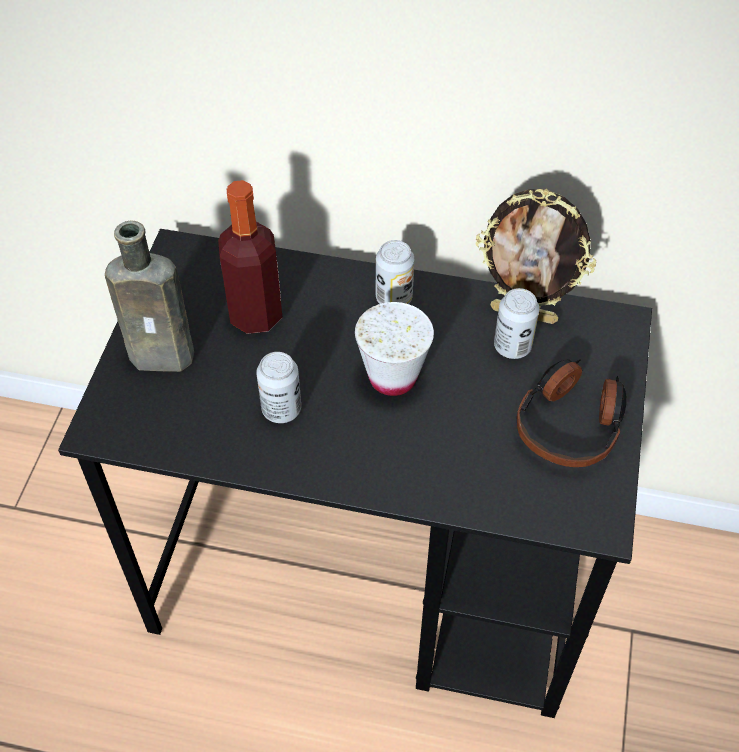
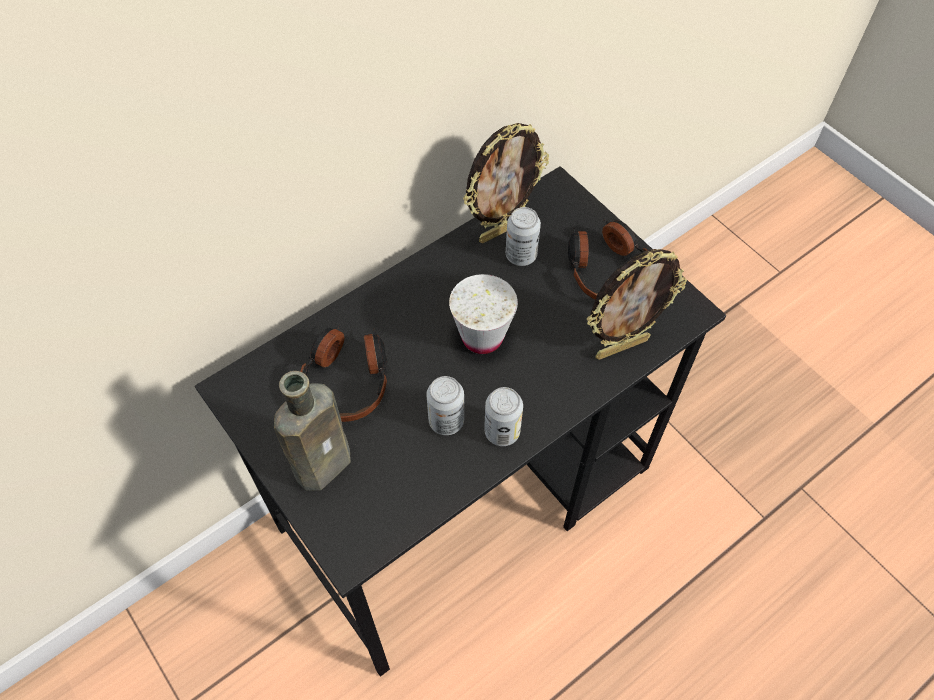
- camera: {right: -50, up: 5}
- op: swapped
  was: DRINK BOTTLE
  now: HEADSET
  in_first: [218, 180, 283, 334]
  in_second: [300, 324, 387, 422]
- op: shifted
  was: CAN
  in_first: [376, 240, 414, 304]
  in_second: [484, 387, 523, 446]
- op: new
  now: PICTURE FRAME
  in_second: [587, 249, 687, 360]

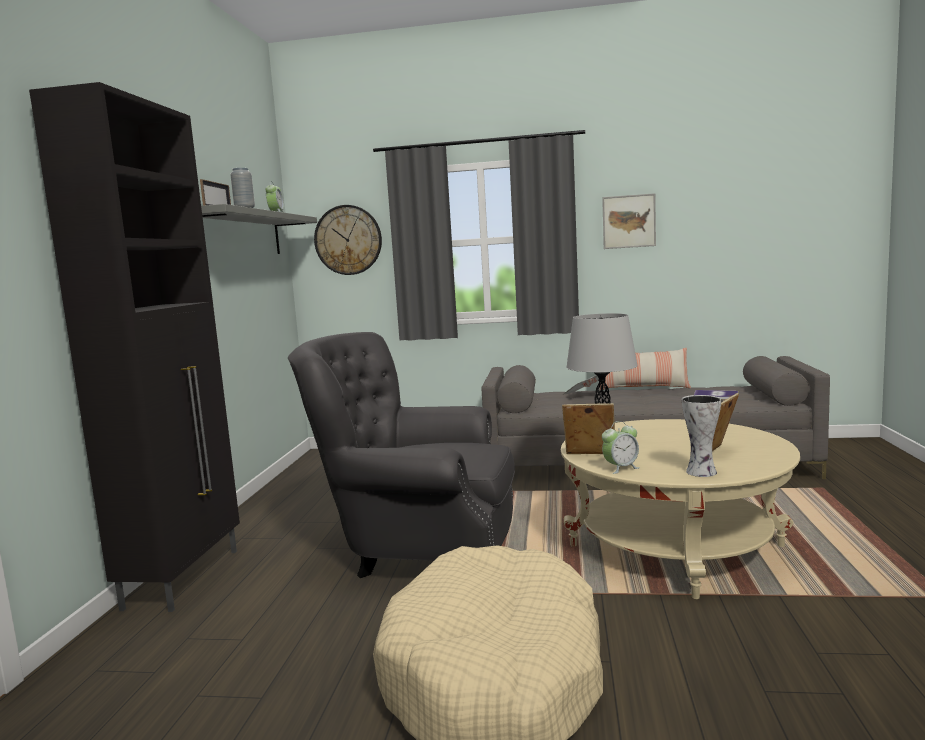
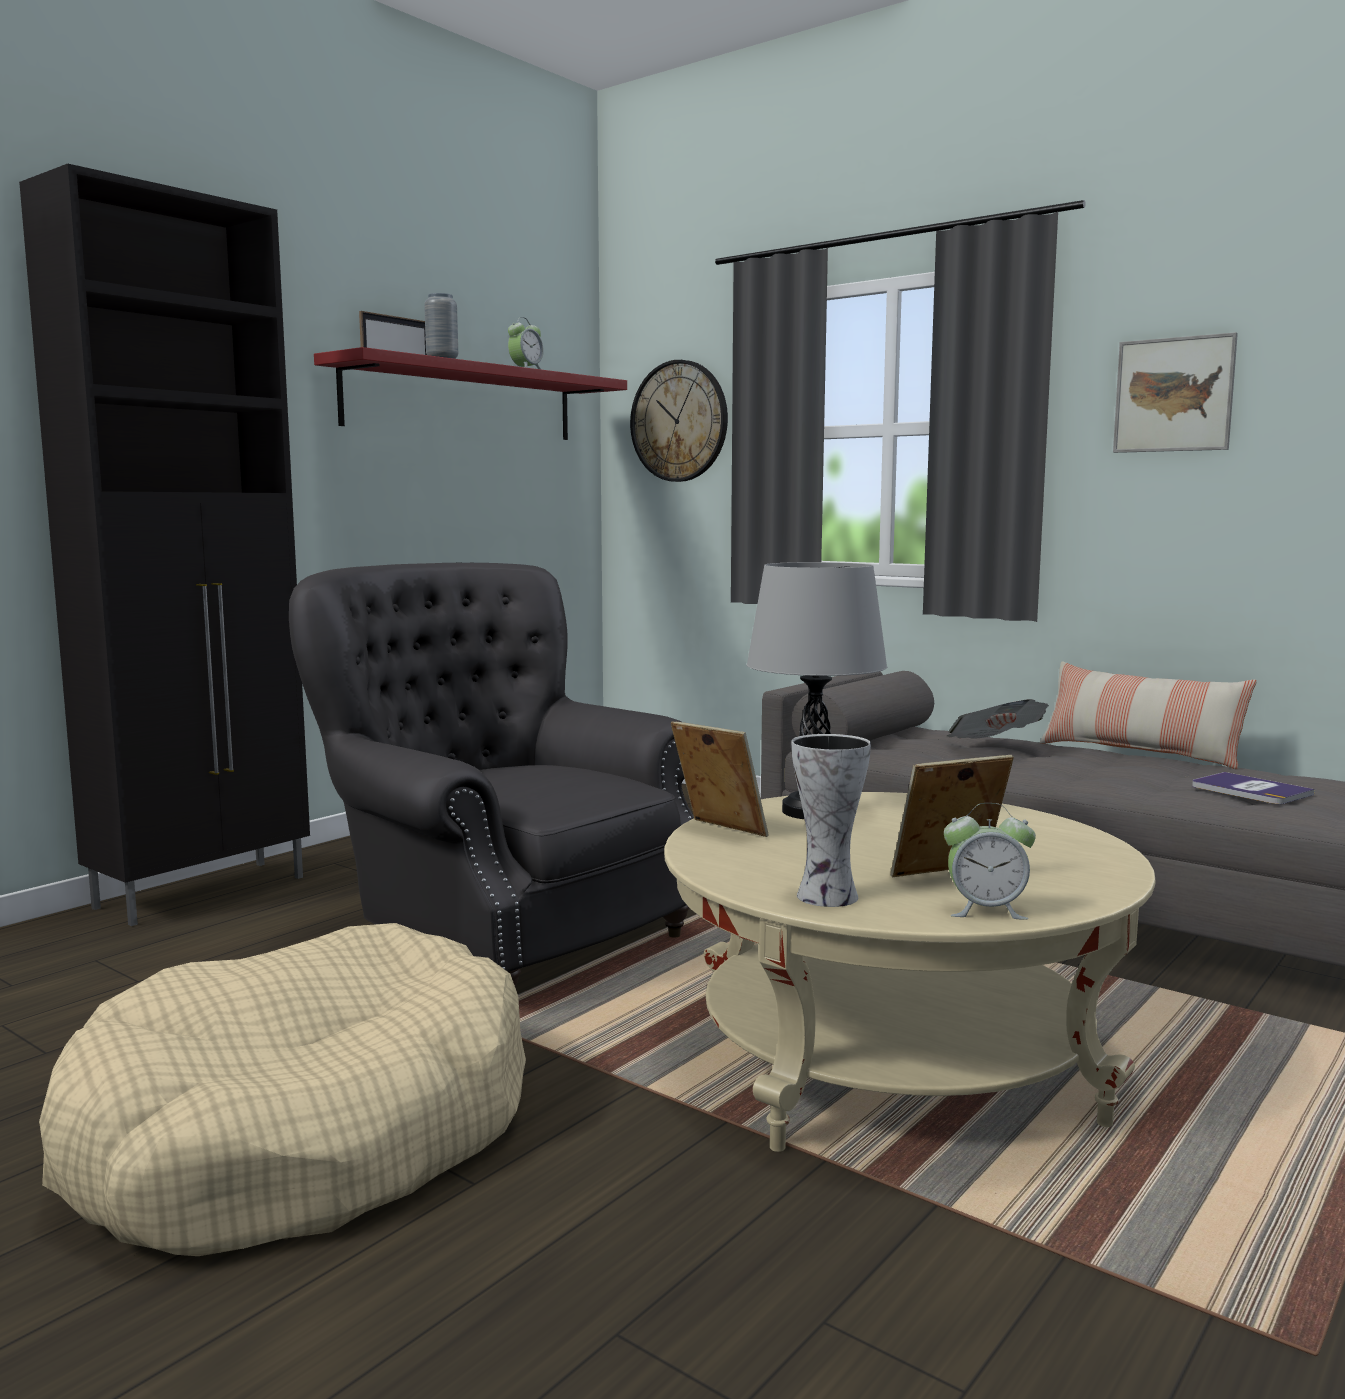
- camera: {right: 30, up: 0}
- op: repainted
  was: GRAY SHELF
  now: RED-COLOURED SHELF
  in_first: [201, 204, 317, 254]
  in_second: [314, 347, 627, 440]
- op: shifted
  was: ALARM CLOCK
  in_first: [602, 421, 640, 474]
  in_second: [944, 803, 1036, 920]

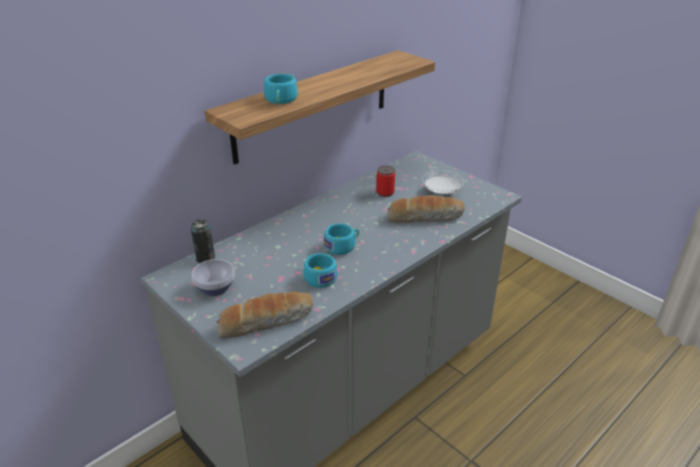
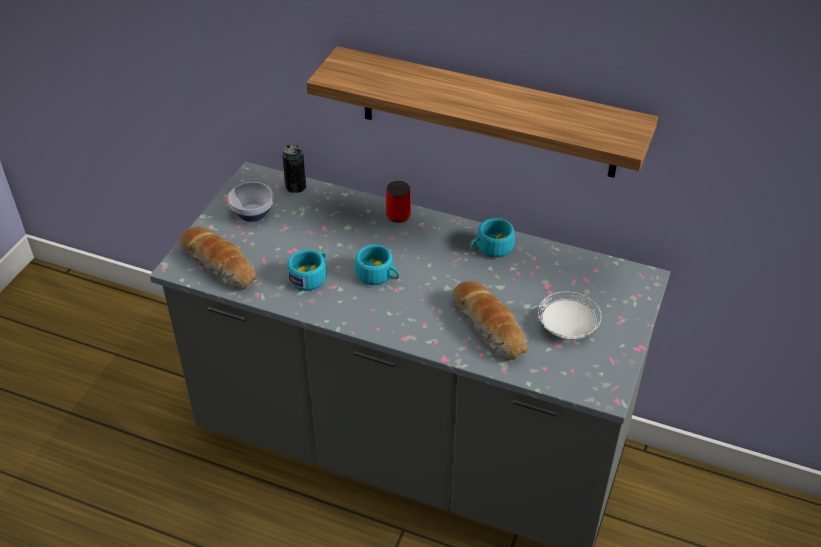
- camera: {right: 65, up: 10}
- op: shifted
  was: TURQUOISE-COLOURED SMALL CUP
  in_first: [264, 74, 298, 104]
  in_second: [470, 218, 515, 258]
- op: shifted
  was: CAN
  in_first: [377, 166, 395, 197]
  in_second: [386, 181, 411, 223]

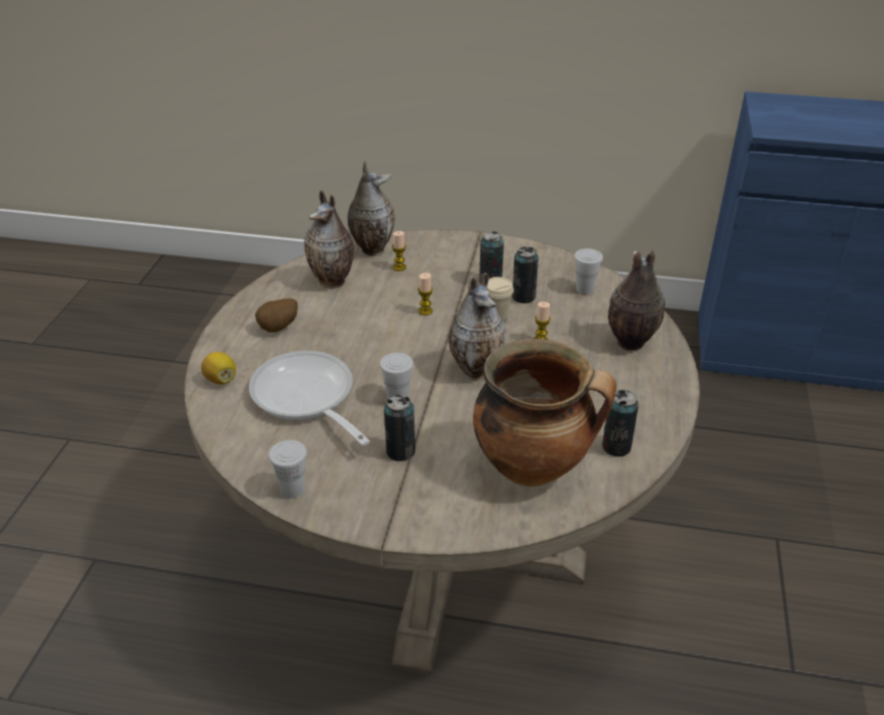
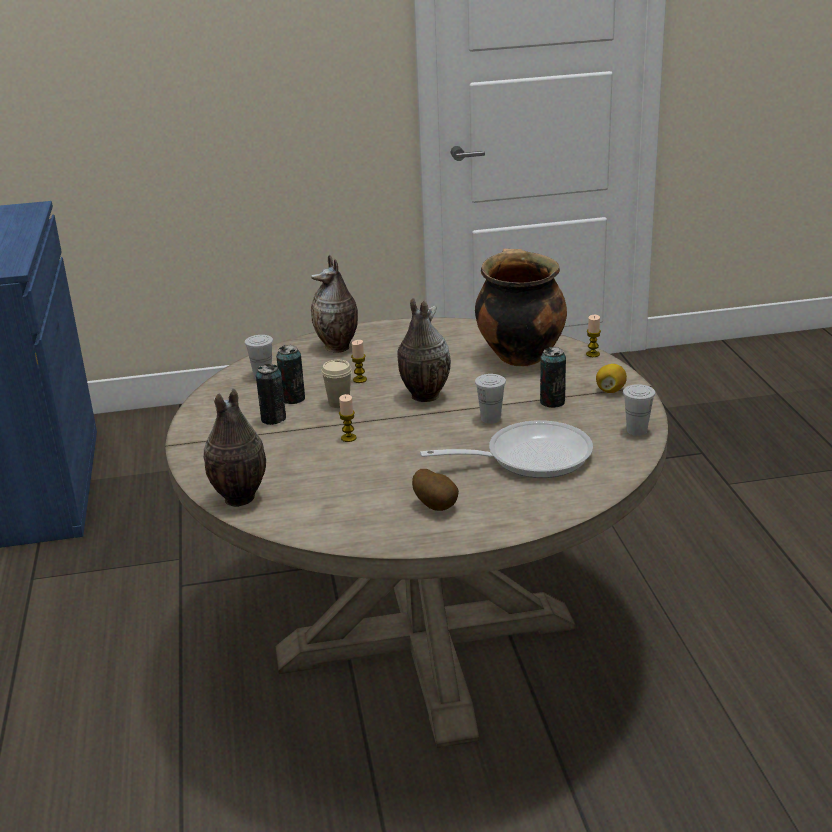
- camera: {right: -110, up: -10}
- op: gone
  was: VASE
  in_first: [304, 190, 354, 288]
- op: shifted
  was: CANDLE
  in_first: [392, 231, 406, 271]
  in_second: [586, 315, 601, 357]
- op: rotated
  was: PAN
  in_first: [249, 351, 370, 446]
  in_second: [420, 420, 593, 478]
  clockwise: -135
- op: shifted
  was: WHOLE LEMON
  in_first: [201, 352, 236, 384]
  in_second: [596, 364, 627, 393]
- op: gone
  was: CAN
  in_first: [602, 390, 639, 457]

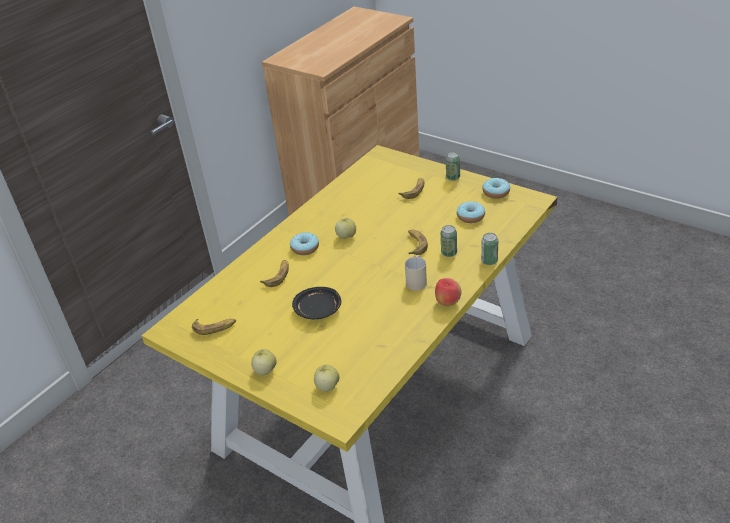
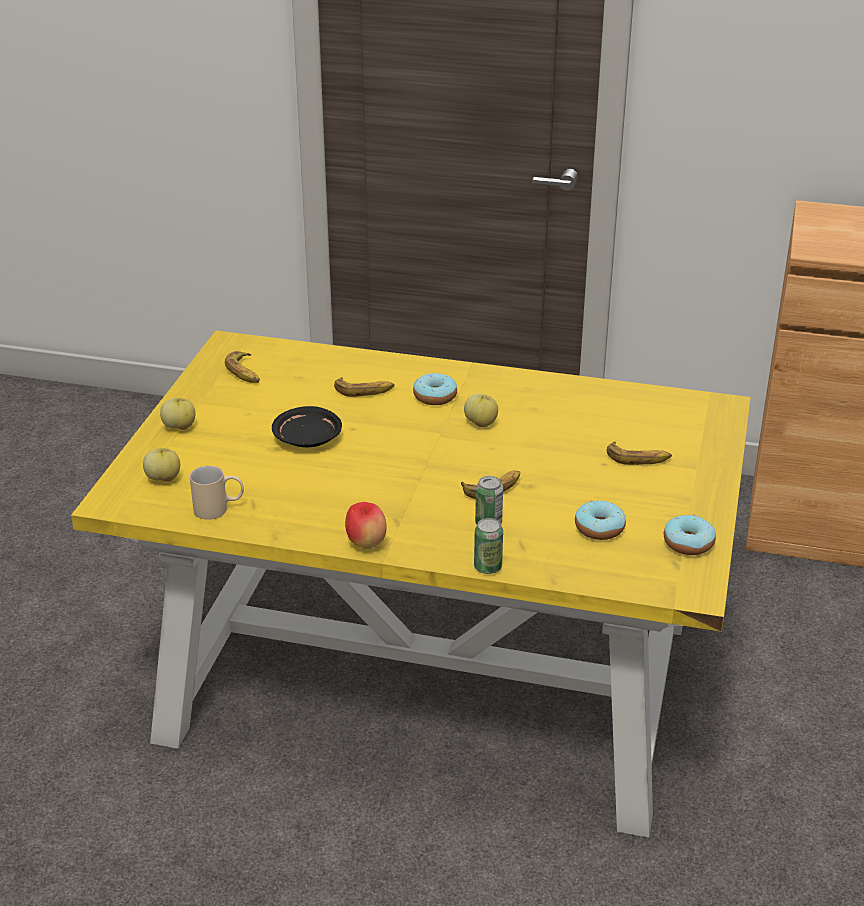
- camera: {right: 65, up: -5}
- op: gone
  was: CAN
  in_first: [446, 152, 460, 181]
- op: shifted
  was: SAND-COLOURED MUG
  in_first: [405, 255, 427, 291]
  in_second: [190, 466, 244, 520]

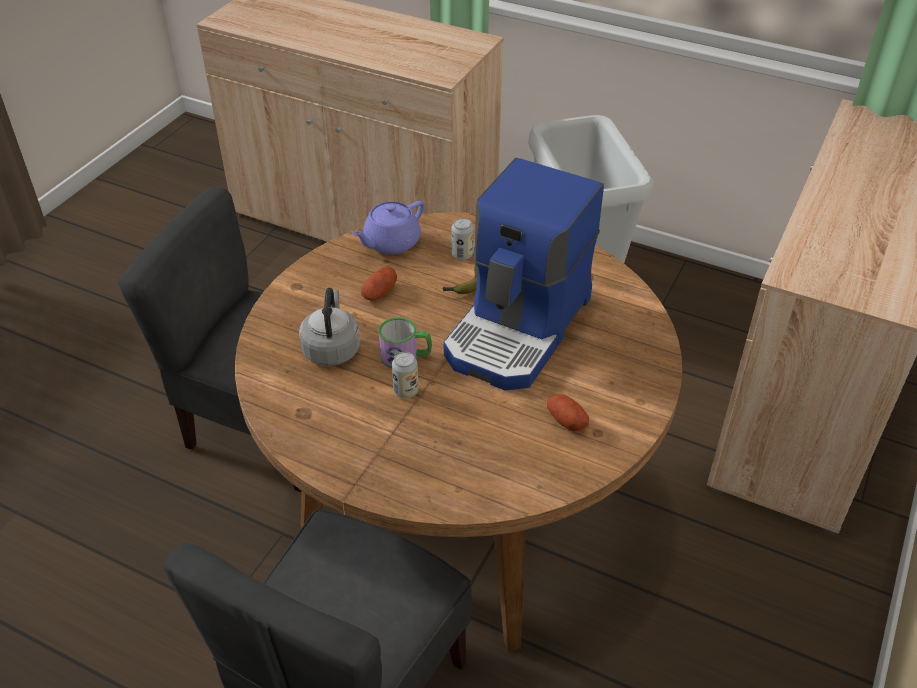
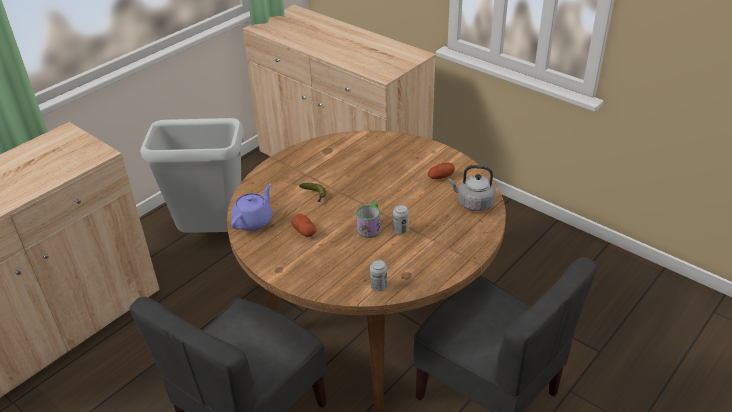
- camera: {right: -75, up: -5}
- op: gone
  was: COFFEE MAKER
  in_first: [444, 158, 604, 390]
- op: rotated
  was: PURPLISH TEAPOT
  in_first: [352, 201, 424, 254]
  in_second: [231, 183, 273, 231]
  clockwise: -120
- op: shifted
  was: CAN
  in_first: [451, 218, 473, 260]
  in_second: [370, 259, 387, 292]
- op: shifted
  was: GRAY KETTLE
  in_first: [299, 288, 360, 366]
  in_second: [449, 165, 496, 211]

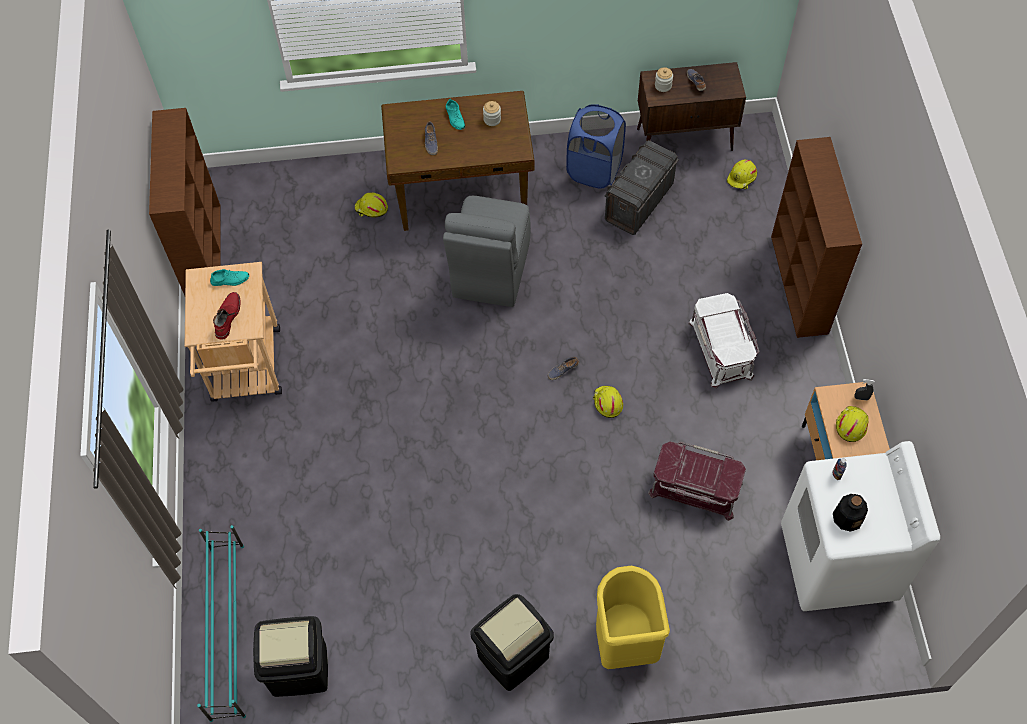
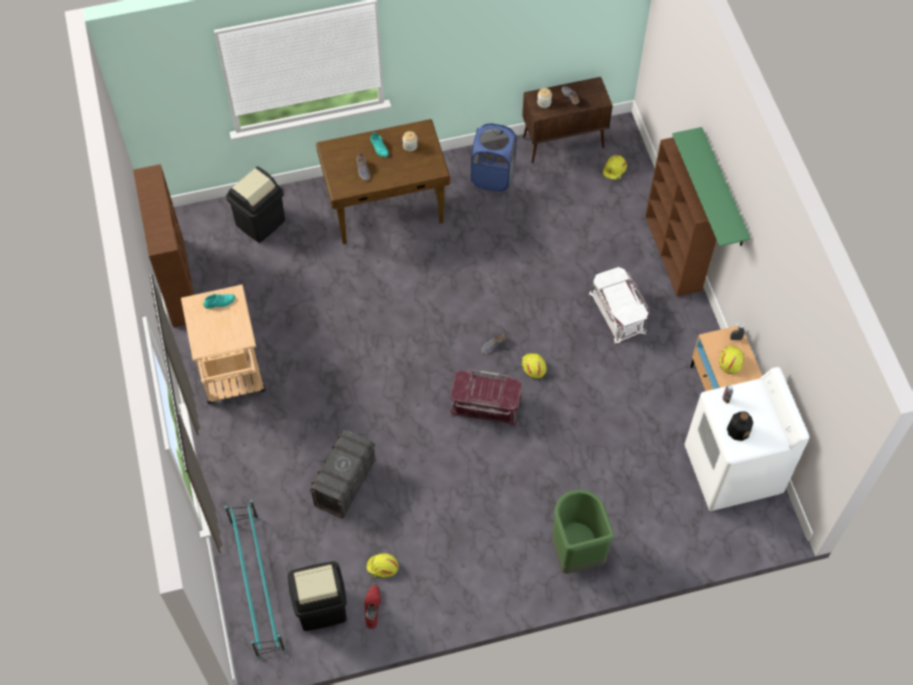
- camera: {right: -10, up: 0}
- op: shifted
  was: GRAY STORAGE CONTAINER
  in_first: [604, 140, 679, 235]
  in_second: [309, 430, 376, 518]
- op: shifted
  was: YELLOW WORK HELMET
  in_first: [355, 192, 388, 217]
  in_second: [366, 553, 399, 578]
- op: gone
  was: GRAY UPRIGHT CHAIR
  in_first: [443, 196, 531, 307]
- op: shifted
  was: RED-COLOURED BOOT
  in_first: [213, 292, 241, 340]
  in_second: [364, 585, 381, 629]
- op: shifted
  was: RED-COLOURED STORAGE CONTAINER
  in_first: [648, 441, 746, 521]
  in_second: [449, 369, 523, 427]
- op: repainted
  was: YELLOW TRASH CAN
  now: GREEN TRASH CAN
  in_first: [596, 566, 670, 669]
  in_second: [552, 489, 614, 574]
- op: shifted
  was: BLACK-COLOURED TRASH CAN
  in_first: [470, 594, 554, 691]
  in_second: [226, 167, 285, 243]
- op: new
  now: GREEN SHELF
  in_second: [672, 127, 751, 247]

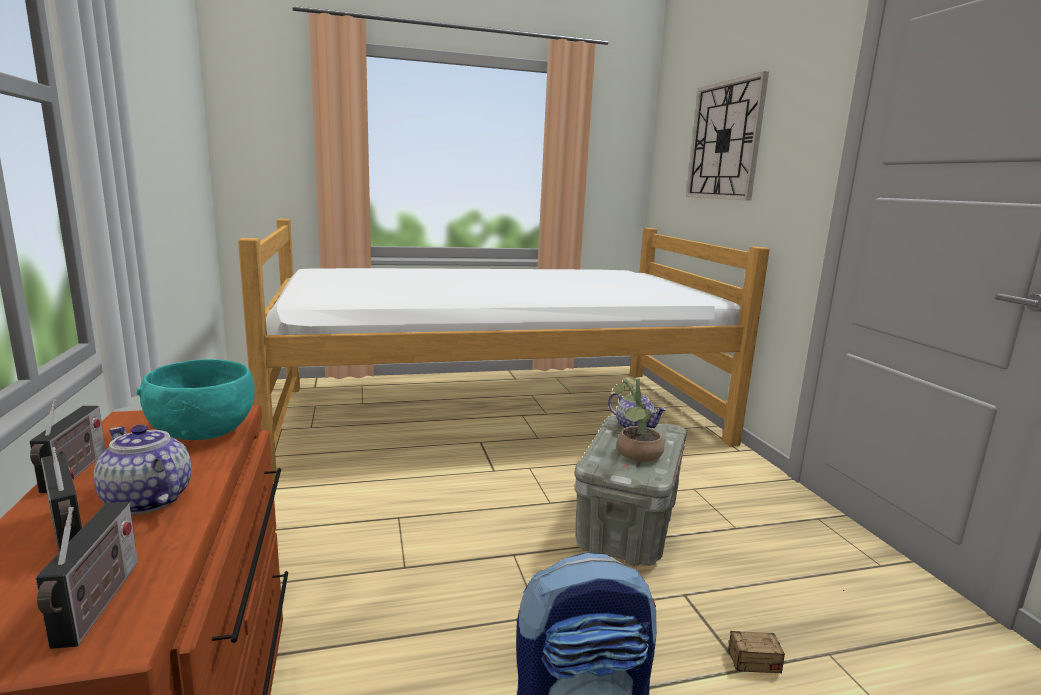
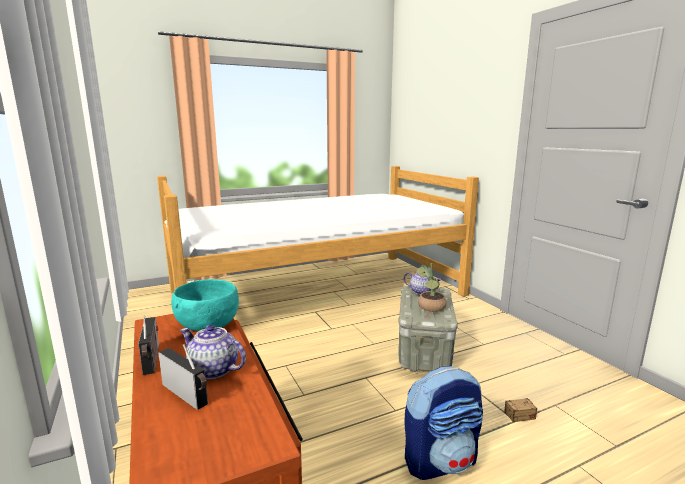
- camera: {right: -10, up: 0}
- op: gone
  was: HANGING CLOCK
  in_first: [686, 71, 769, 201]
- op: gone
  was: RADIO RECEIVER
  in_first: [35, 502, 138, 649]

